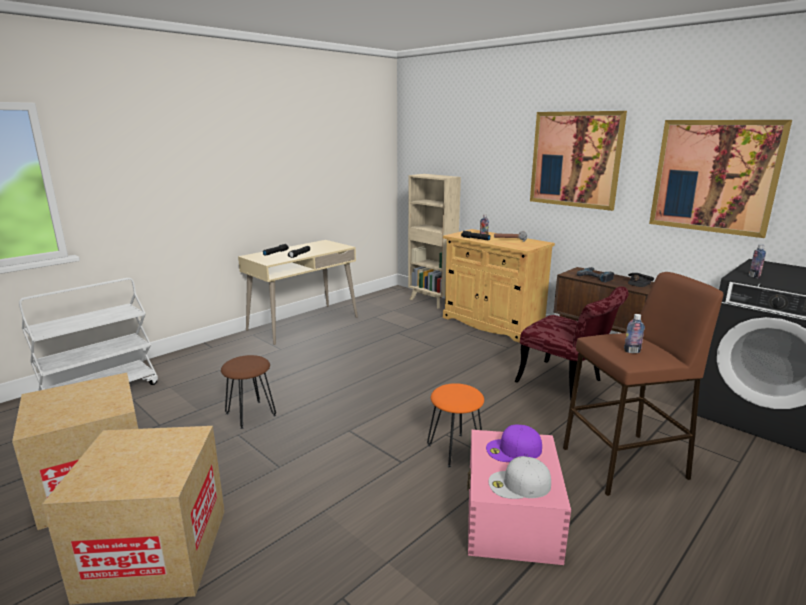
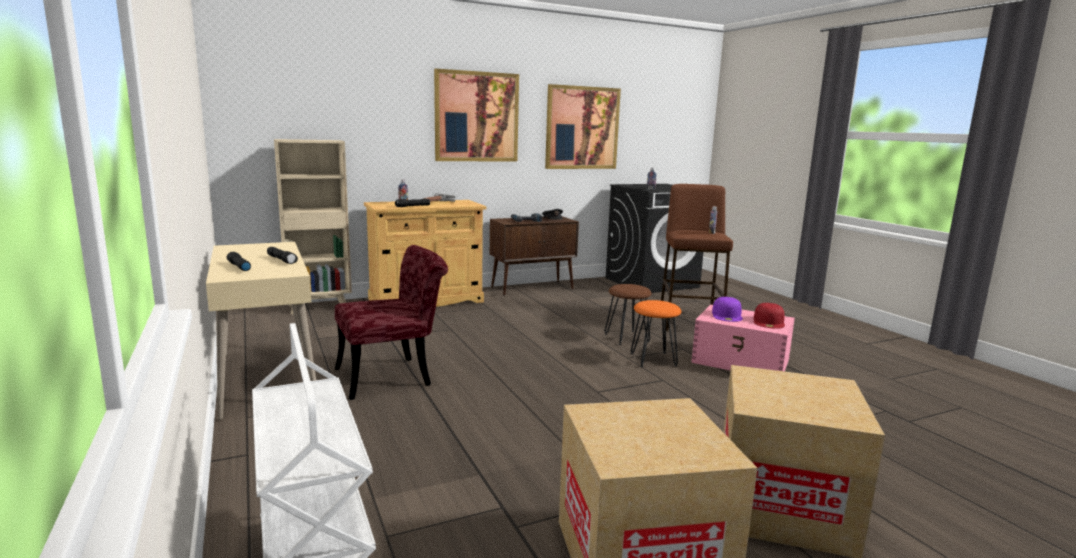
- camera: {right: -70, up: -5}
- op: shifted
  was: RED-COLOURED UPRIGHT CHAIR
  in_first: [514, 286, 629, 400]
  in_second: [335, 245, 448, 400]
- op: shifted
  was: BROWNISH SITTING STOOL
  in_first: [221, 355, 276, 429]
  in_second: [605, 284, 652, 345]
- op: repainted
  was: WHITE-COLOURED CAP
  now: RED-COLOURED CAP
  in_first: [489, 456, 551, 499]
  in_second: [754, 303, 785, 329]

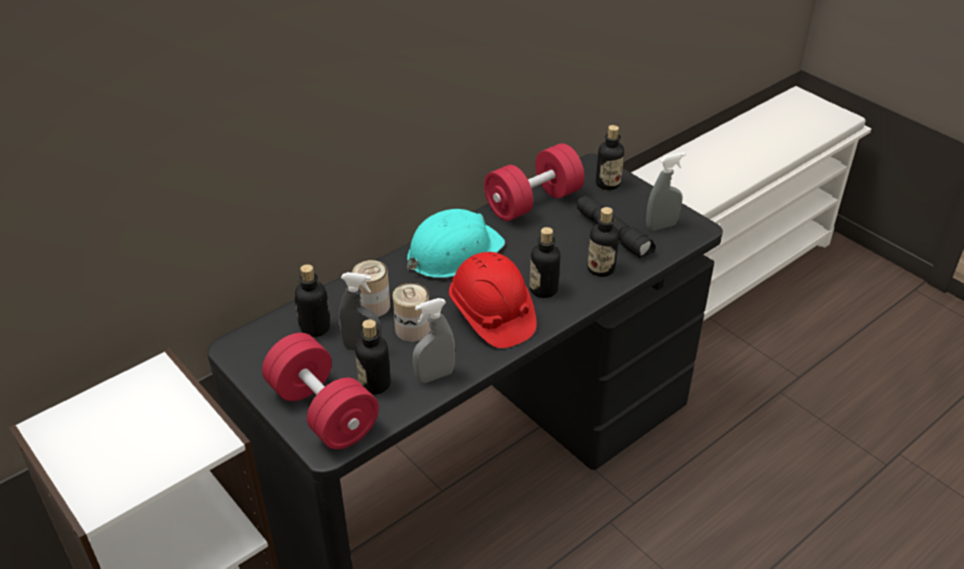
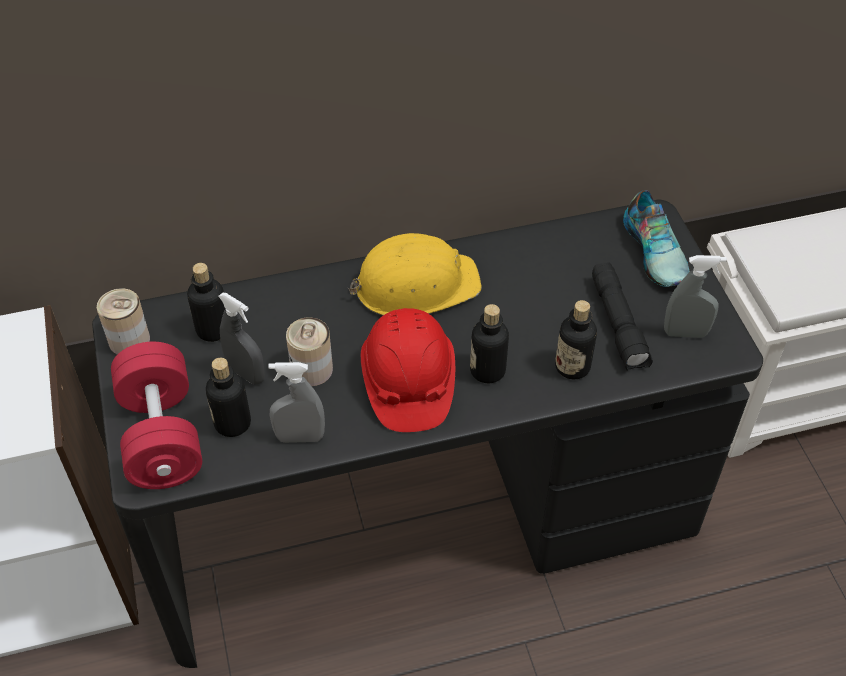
- camera: {right: 25, up: 10}
- op: swapped
  was: DRINK BOTTLE
  now: SHOE
  in_first: [596, 125, 624, 190]
  in_second: [623, 190, 689, 287]
- op: gone
  was: RED-COLOURED DUMBBELL
  in_first: [484, 143, 584, 221]
- op: repainted
  was: TURQUOISE-COLOURED WORK HELMET
  now: YELLOW WORK HELMET
  in_first: [407, 209, 505, 278]
  in_second: [348, 233, 482, 315]
- op: shifted
  was: CAN
  in_first: [352, 260, 390, 317]
  in_second: [97, 288, 150, 354]

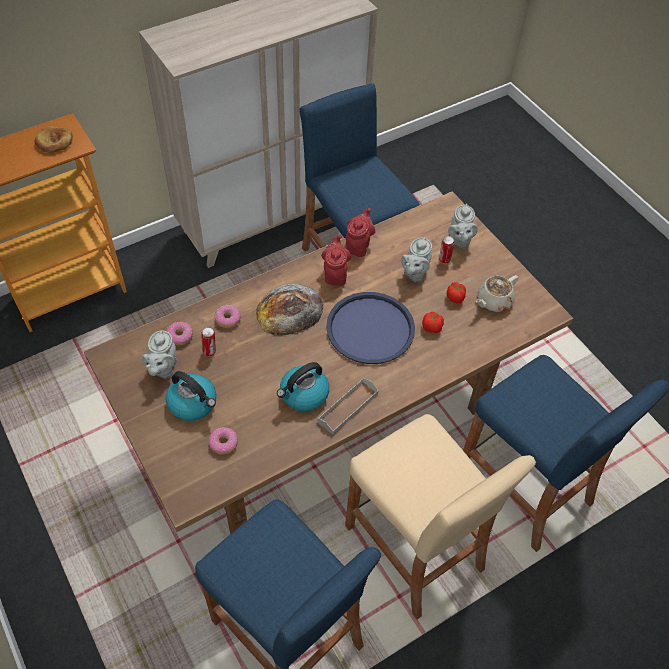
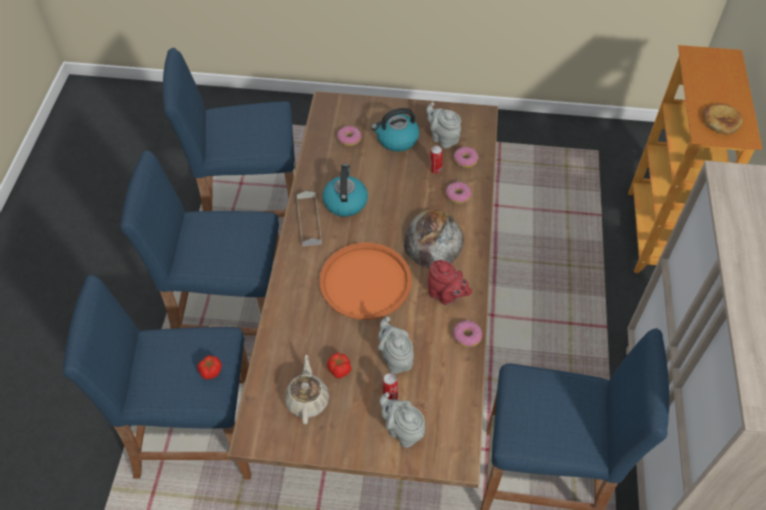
- camera: {right: 130, up: 0}
- op: swapped
  was: RED-COLOURED TEAPOT
  now: DONUT
  in_first: [346, 208, 375, 257]
  in_second: [453, 320, 482, 347]
- op: repainted
  was: BLUISH TRAY
  now: ORANGEY TRAY
  in_first: [326, 292, 415, 364]
  in_second: [319, 242, 412, 320]
- op: shifted
  was: TOMATO
  in_first: [422, 312, 444, 333]
  in_second: [197, 355, 222, 380]
- op: repainted
  was: SAND-COLOURED SITTING STOOL
  now: BLUISH SITTING STOOL
  in_first: [345, 414, 536, 619]
  in_second: [120, 150, 279, 336]

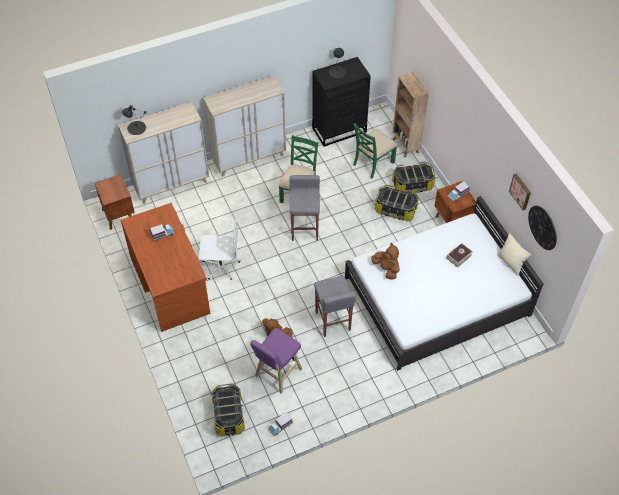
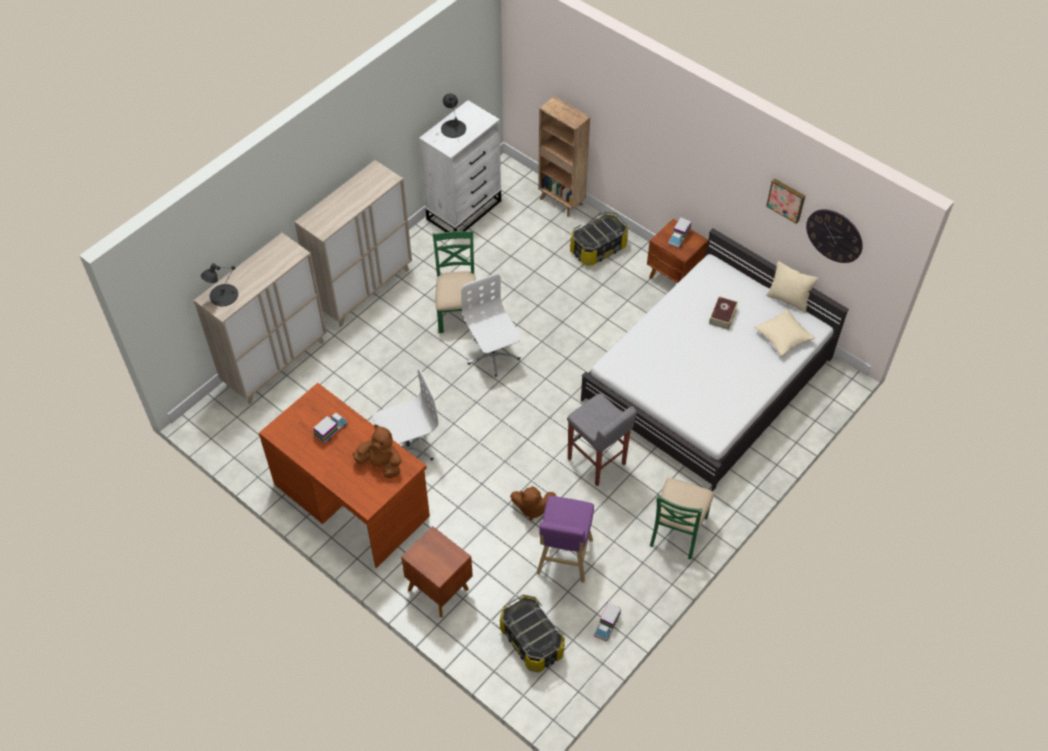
- camera: {right: -25, up: 0}
- op: repainted
  was: BLACK-COLOURED DRESSER
  now: WHITE-COLOURED DRESSER
  in_first: [312, 57, 371, 147]
  in_second: [419, 100, 501, 232]
- op: shifted
  was: GREEN UPRIGHT CHAIR
  in_first: [353, 123, 397, 179]
  in_second: [650, 478, 714, 560]
- op: shifted
  was: BROWNISH BEDSIDE TABLE
  in_first: [95, 174, 135, 230]
  in_second: [401, 526, 473, 617]
- op: swapped
  was: GRAY SITTING STOOL
  now: WHITE-COLOURED OFFICE CHAIR
  in_first: [290, 175, 320, 241]
  in_second: [461, 273, 521, 377]
- op: gone
  was: STORAGE CONTAINER
  in_first: [375, 185, 419, 221]
- op: shifted
  was: BROWNISH SOFT TOY
  in_first: [372, 243, 399, 280]
  in_second: [353, 425, 401, 478]
- op: new
  now: SAND-COLOURED THROW PILLOW
  in_second: [755, 309, 815, 356]

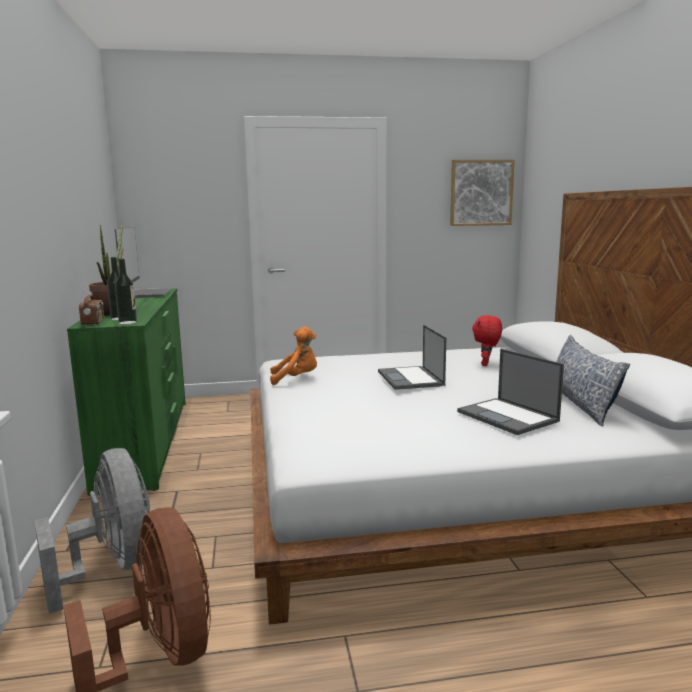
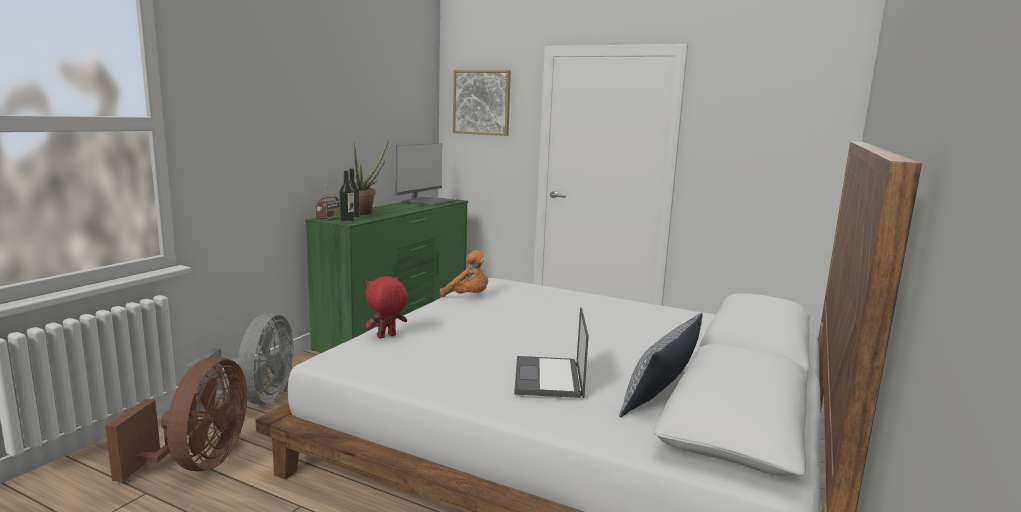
- camera: {right: 35, up: 0}
- op: shifted
  was: WALL PICTURE
  in_first: [450, 160, 515, 226]
  in_second: [453, 70, 511, 136]
- op: shifted
  was: RED-COLOURED SOFT TOY
  in_first: [472, 315, 502, 366]
  in_second: [366, 276, 408, 339]
- op: gone
  was: LAPTOP
  in_first: [378, 325, 446, 390]

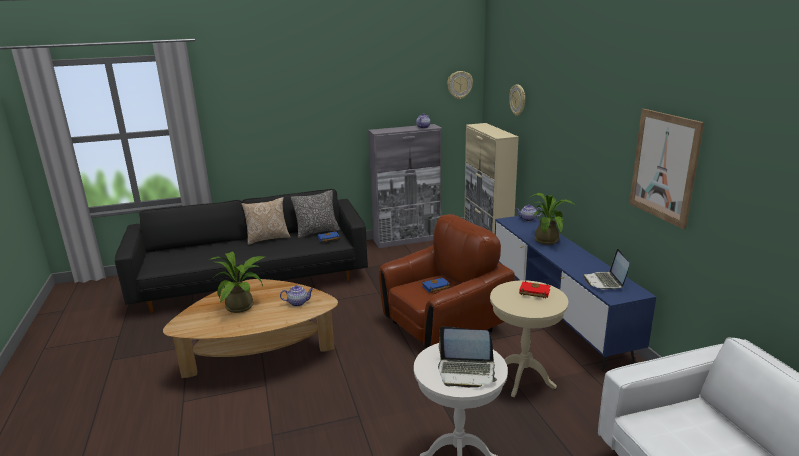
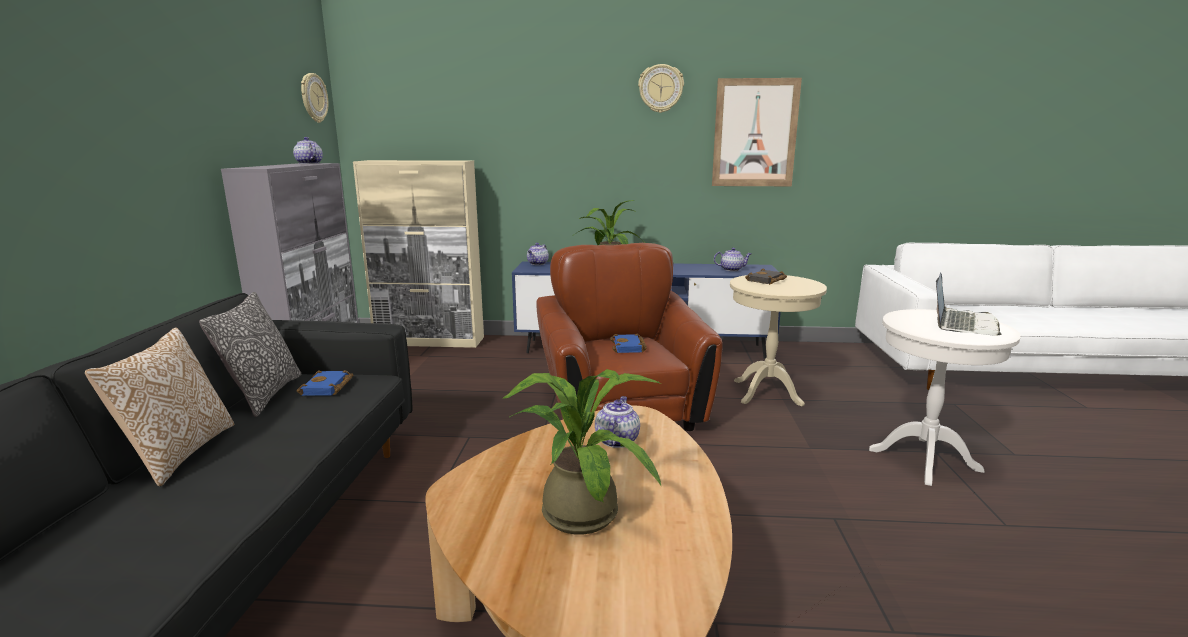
- camera: {right: -70, up: -5}
- op: shifted
  was: HANGING CLOCK
  in_first: [509, 85, 525, 116]
  in_second: [638, 64, 684, 113]
- op: swapped
  was: LAPTOP
  now: TEAPOT
  in_first: [583, 249, 629, 290]
  in_second: [714, 248, 751, 271]
- op: repainted
  was: RED-COLOURED BOUND BOOK
  now: BLACK-COLOURED BOUND BOOK
  in_first: [519, 281, 550, 299]
  in_second: [745, 268, 787, 285]

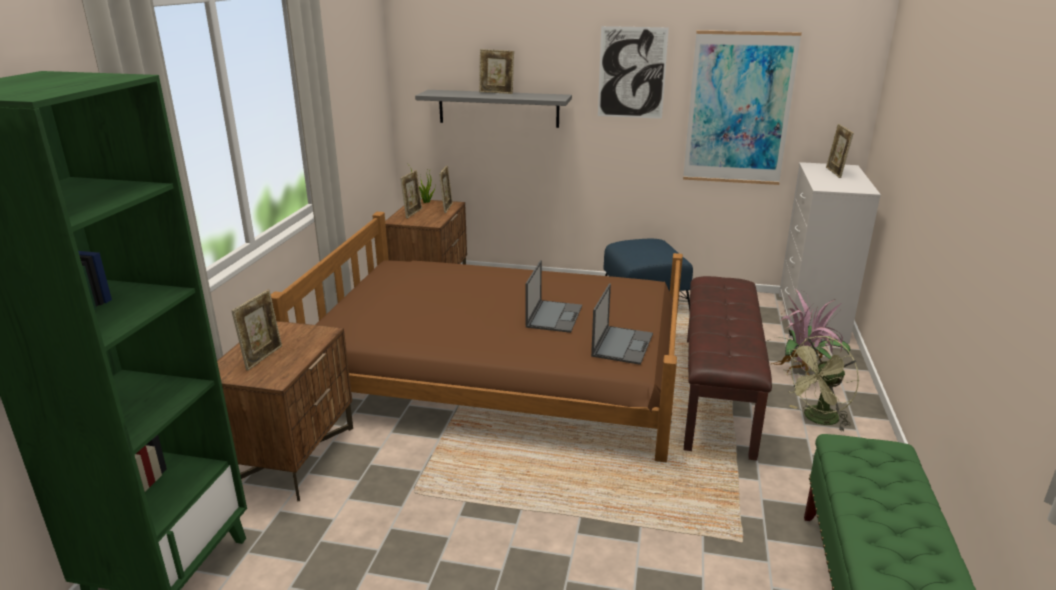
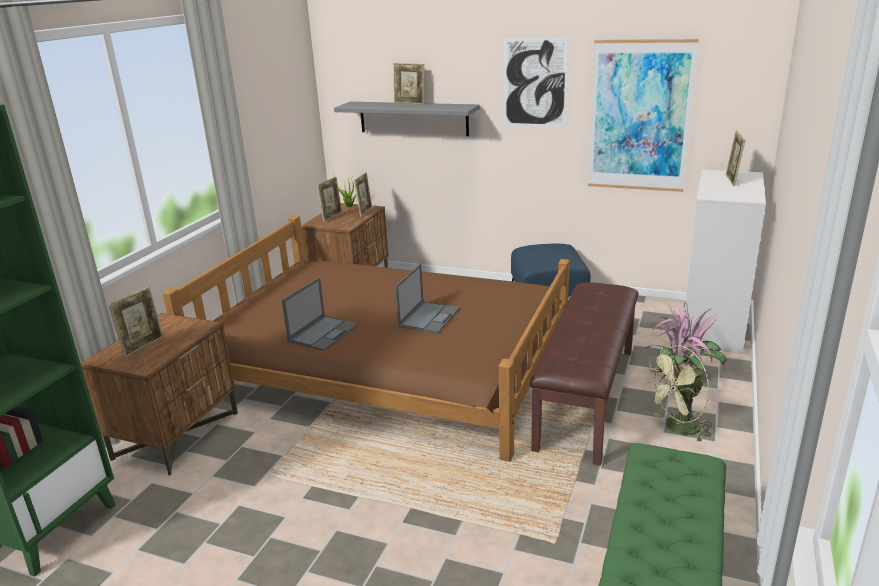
- camera: {right: 10, up: 0}
- op: shifted
  was: LAPTOP
  in_first: [591, 283, 653, 365]
  in_second: [282, 278, 359, 351]

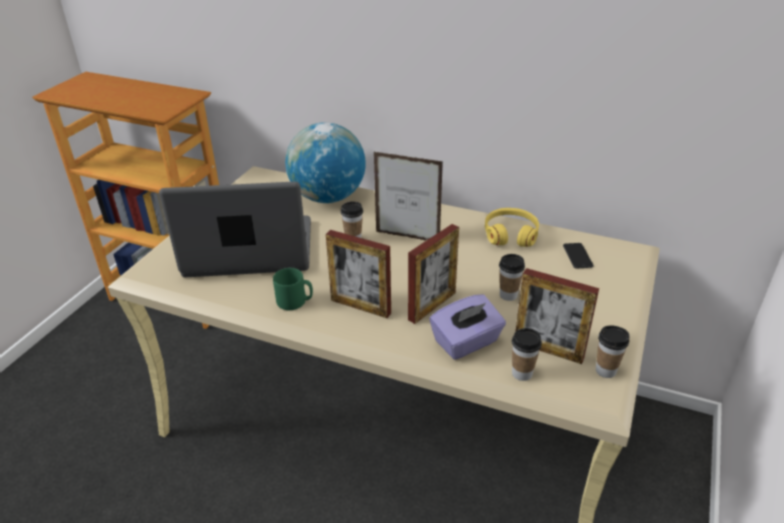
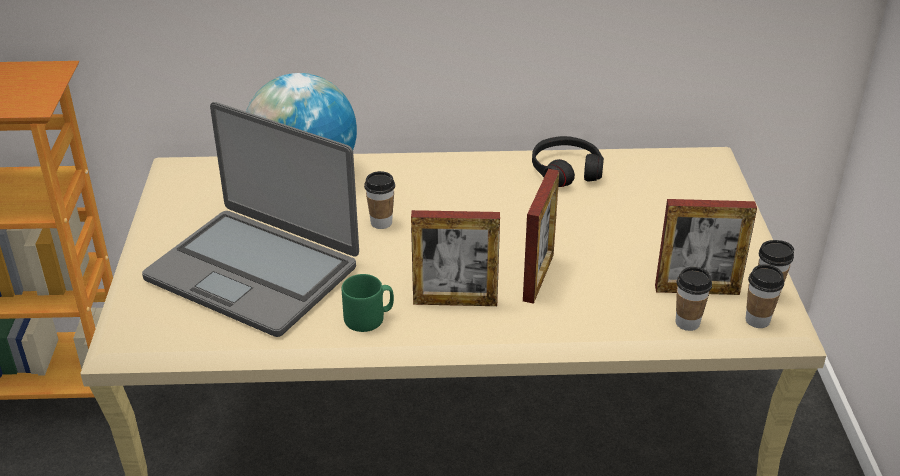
- camera: {right: -25, up: 0}
- op: gone
  was: PICTURE FRAME
  in_first: [374, 152, 443, 241]
- op: rotated
  was: LAPTOP
  in_first: [159, 181, 311, 277]
  in_second: [142, 102, 359, 337]
  clockwise: -120
- op: repainted
  was: YELLOW HEADSET
  now: BLACK-COLOURED HEADSET
  in_first: [485, 208, 539, 247]
  in_second: [532, 136, 604, 187]
- op: gone
  was: PHONE
  in_first: [563, 243, 593, 268]
- op: shifted
  was: SMALL CUP
  in_first: [499, 254, 525, 301]
  in_second: [746, 264, 784, 328]
- op: gone
  was: PURPLISH TISSUE BOX
  in_first: [429, 294, 506, 360]

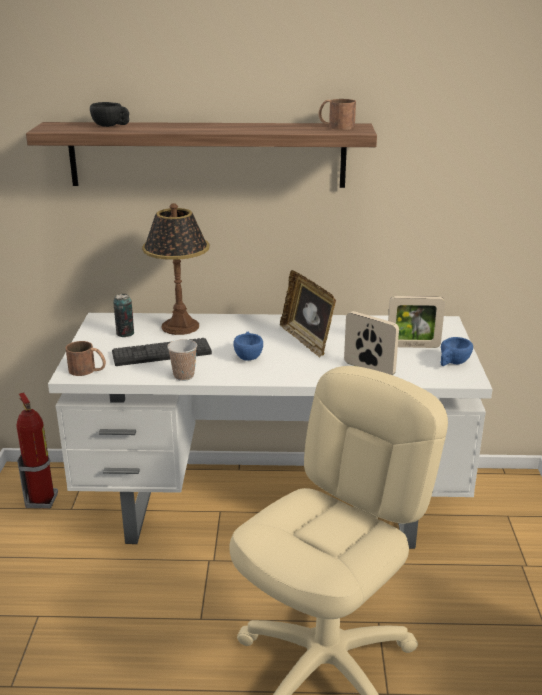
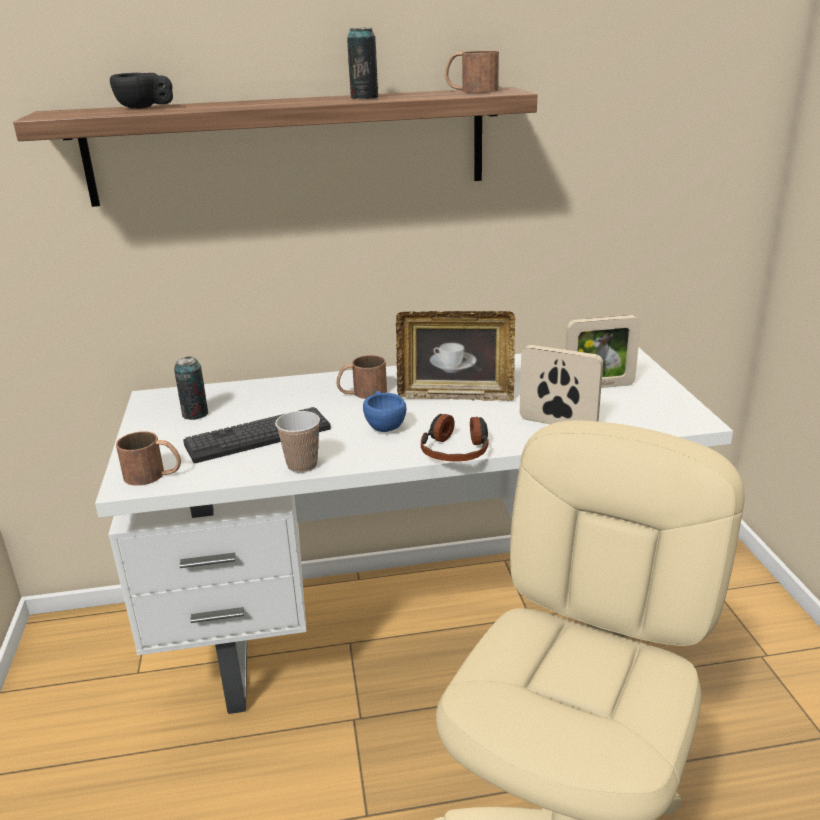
- camera: {right: -10, up: 0}
- op: gone
  was: TABLETOP LAMP
  in_first: [142, 203, 210, 335]
- op: rotated
  was: PICTURE FRAME
  in_first: [280, 270, 336, 358]
  in_second: [396, 311, 515, 401]
  clockwise: -45
- op: gone
  was: BLUISH SMALL CUP
  in_first: [441, 337, 473, 366]
- op: gone
  was: EXTINGUISHER
  in_first: [16, 393, 58, 509]
- op: new
  now: CAN
  in_second: [347, 27, 378, 99]
- op: new
  now: BROWNISH MUG
  in_second: [337, 355, 387, 399]
- op: new
  now: HEADSET
  in_second: [421, 414, 488, 461]

